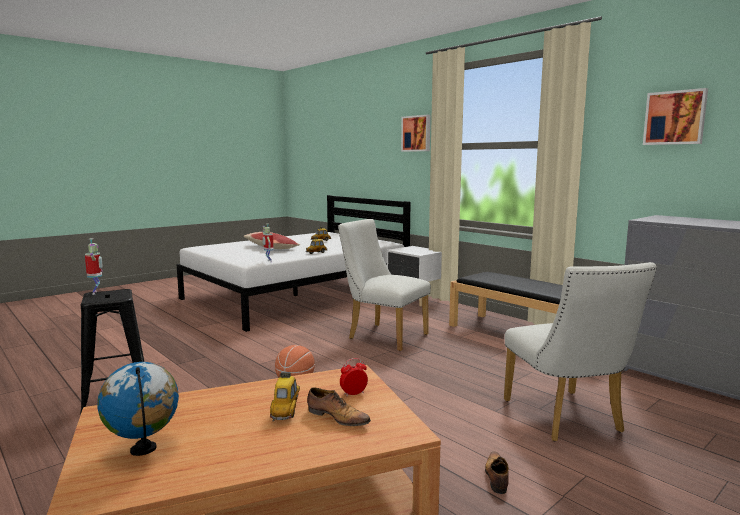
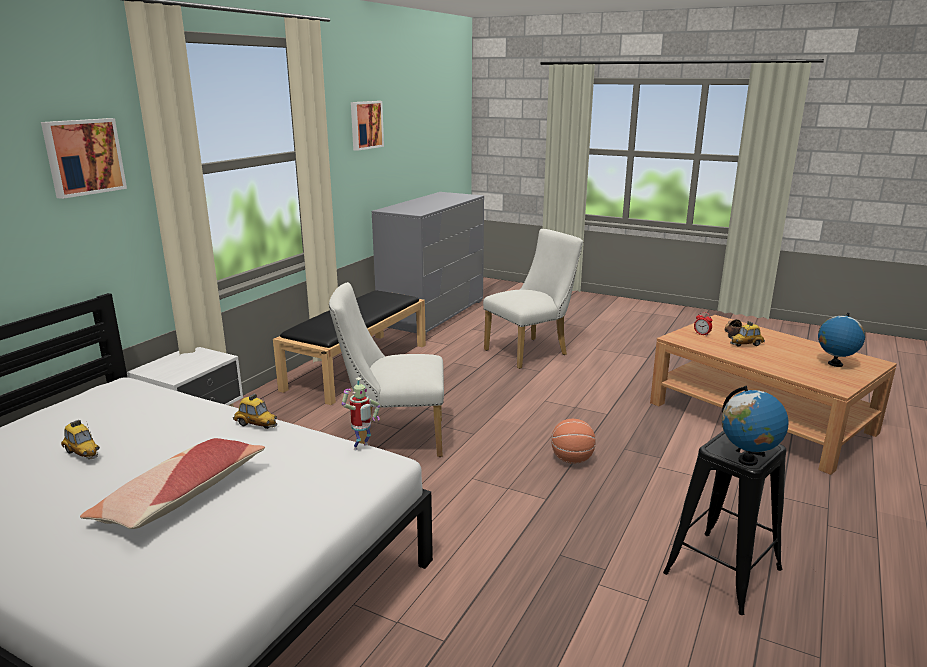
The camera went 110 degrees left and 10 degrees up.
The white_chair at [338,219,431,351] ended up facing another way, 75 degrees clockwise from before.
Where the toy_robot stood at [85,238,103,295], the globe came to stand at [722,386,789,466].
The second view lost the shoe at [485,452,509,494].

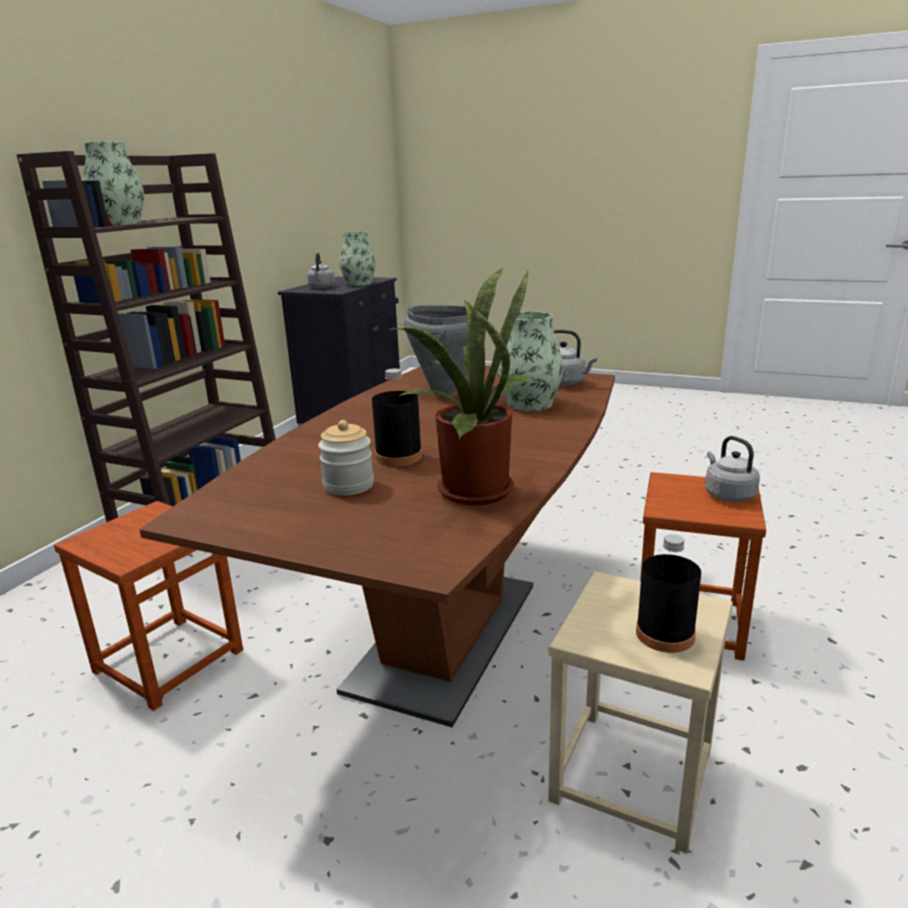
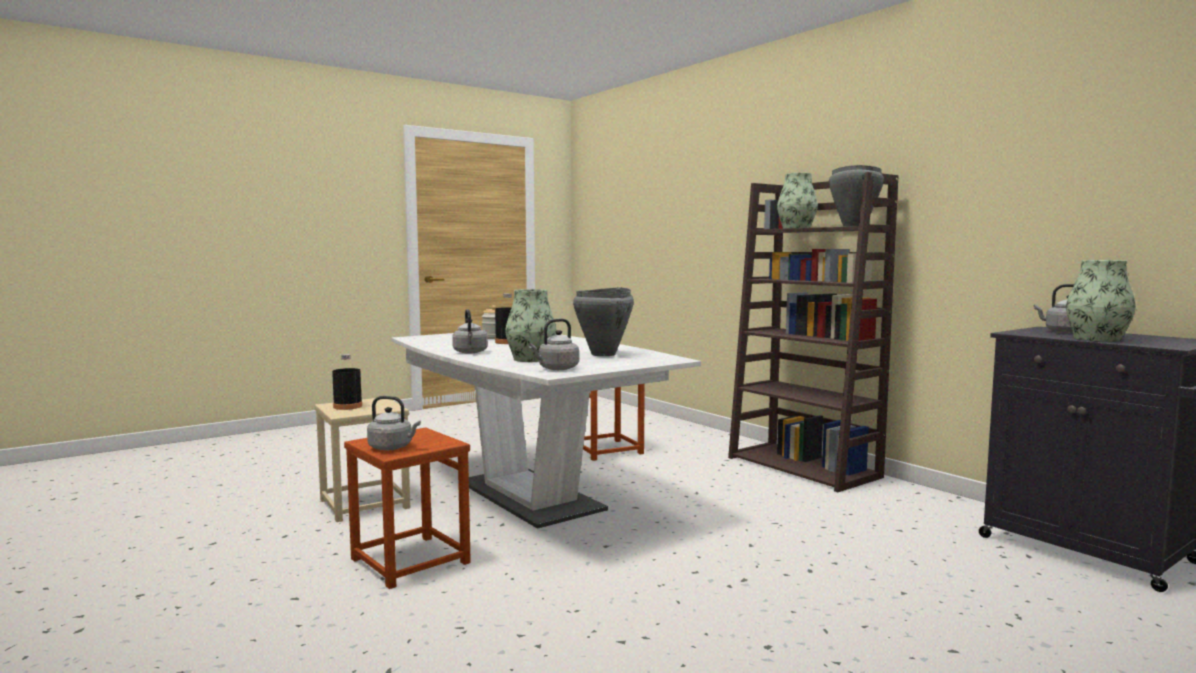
The camera went 120 degrees right and 15 degrees down.
The second view lost the potted_plant at [389,268,533,506].
What was the brown_dining_table at [139,365,615,727] turned into the white_dining_table at [391,333,701,529].
The second view gained the grey_cooking_pot at [829,165,884,227].
The second view gained the grey_kettle at [452,309,488,353].

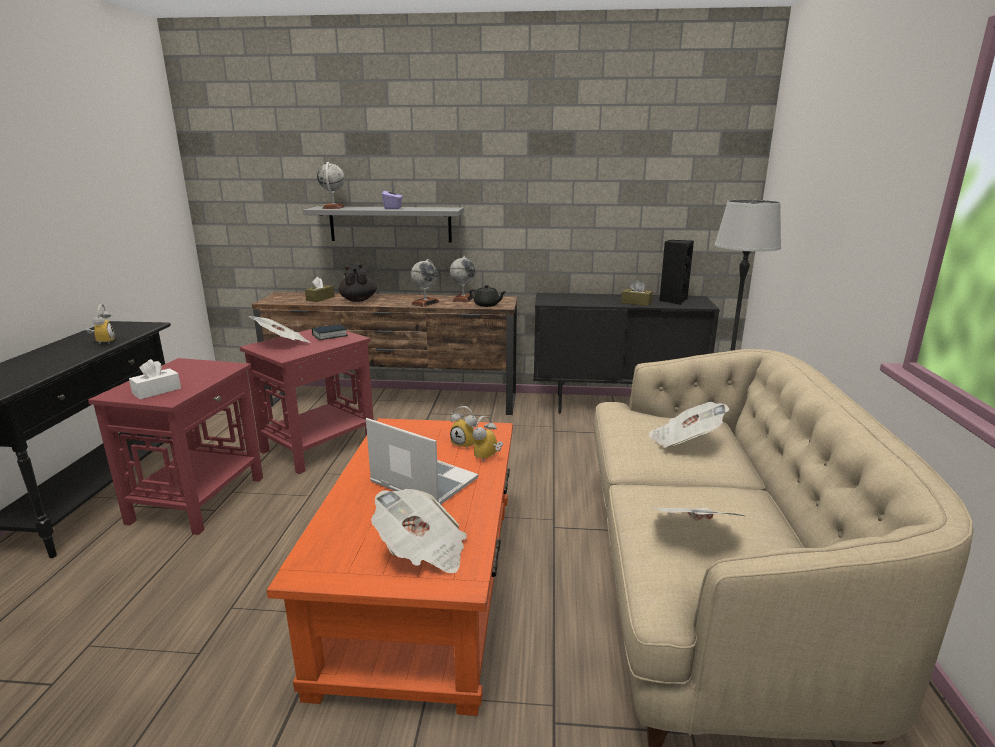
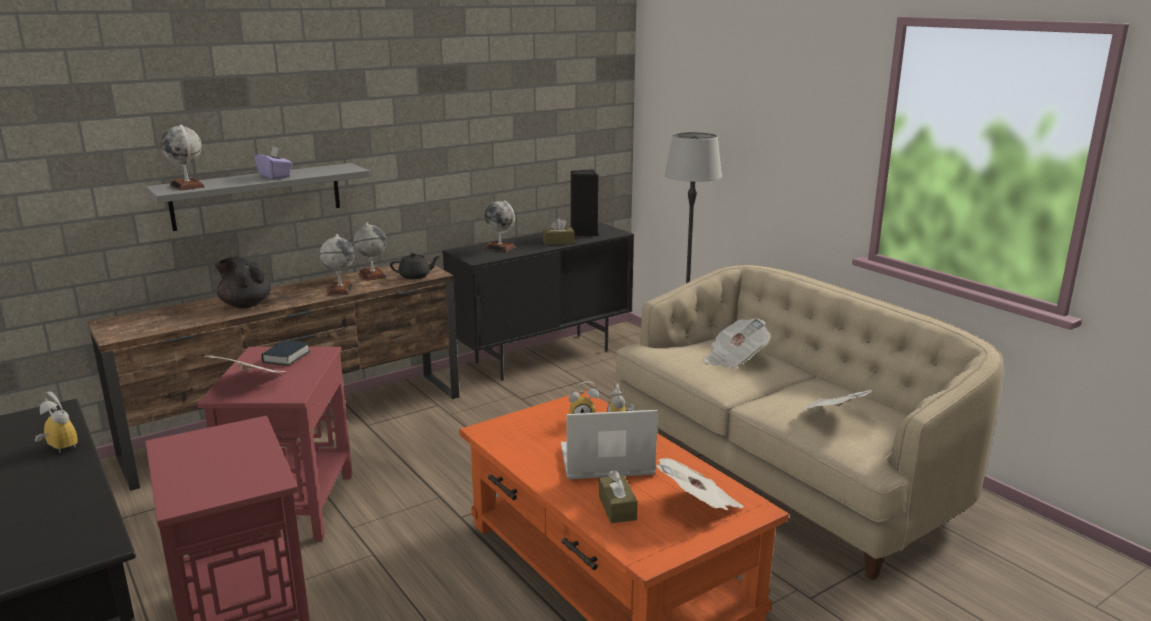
The camera went 40 degrees left and 0 degrees up.
The brown_tissue_box ended up elsewhere, having gone from [305,277,334,302] to [599,470,637,523].
The second view lost the white_tissue_box at [129,359,181,399].
The second view gained the globe at [484,201,516,252].

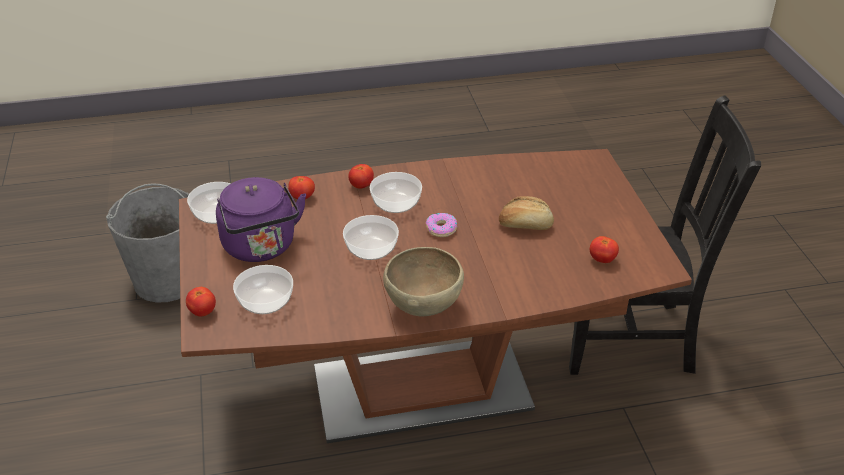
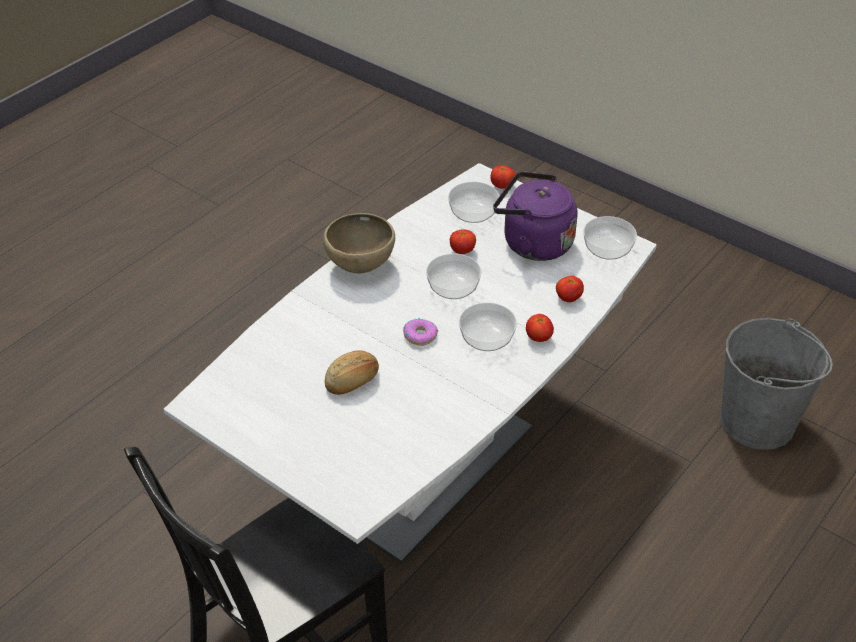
The camera went 140 degrees right and 5 degrees up.
What was the brown_dining_table at [179,149,692,443] turned into the white_dining_table at [164,163,657,564].
The tomato ended up elsewhere, having gone from [590,236,619,263] to [450,229,476,254].

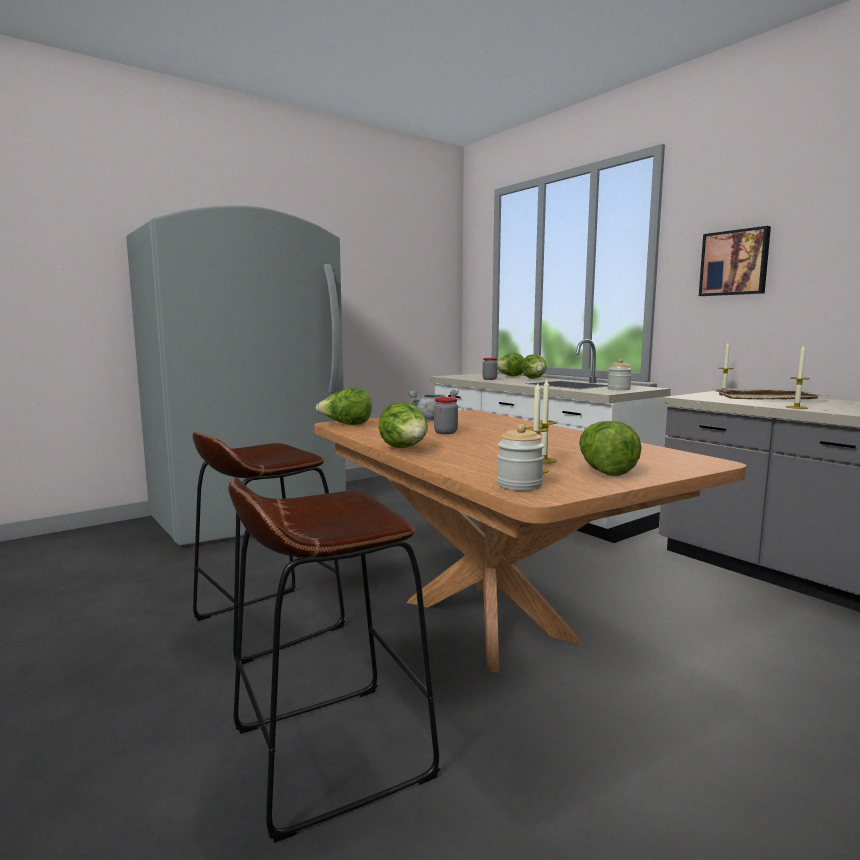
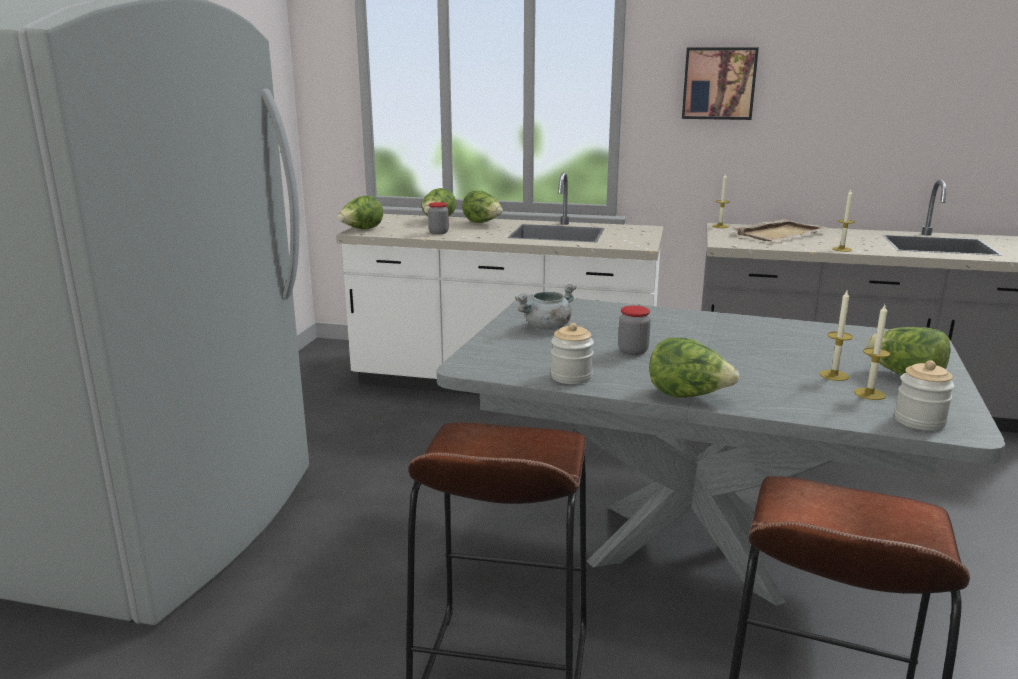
The camera went 40 degrees left and 10 degrees up.
The jar ended up elsewhere, having gone from [608,359,632,390] to [551,323,594,384].
The lettuce ended up elsewhere, having gone from [316,388,372,425] to [337,196,383,229].
What was the brown_dining_table at [314,410,746,673] turned into the grey_dining_table at [436,295,1005,606].

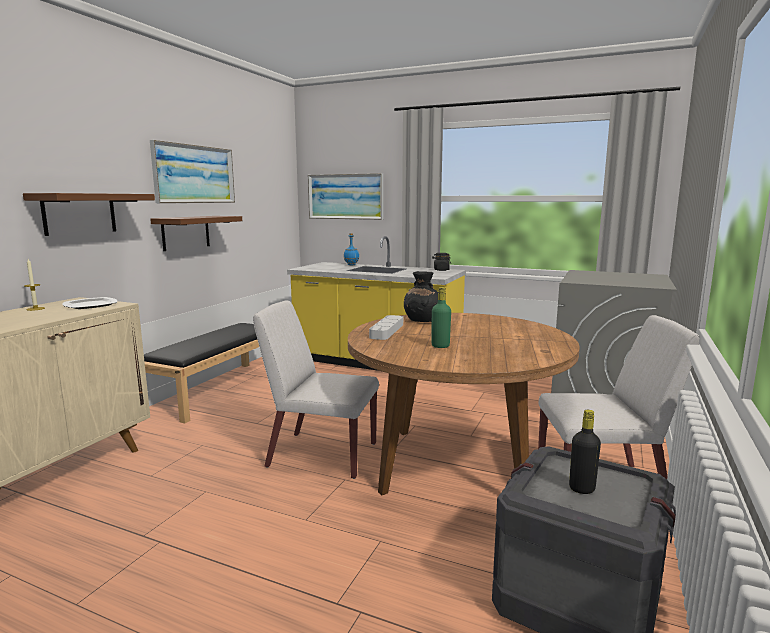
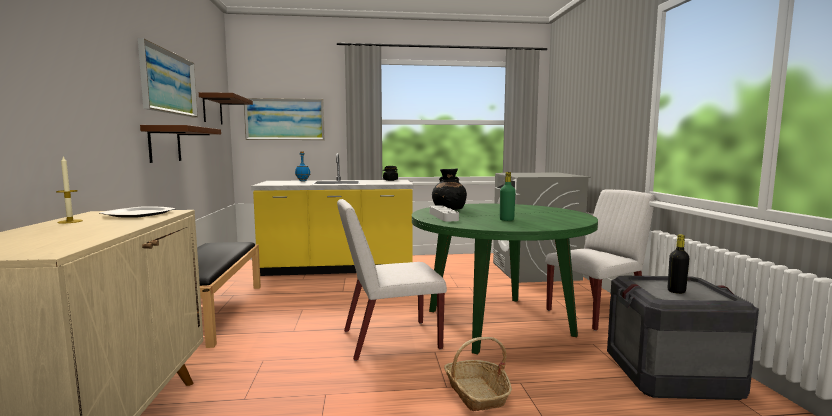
The camera went 30 degrees left and 5 degrees down.
The brown_shelf ended up elsewhere, having gone from [23,193,155,236] to [199,92,253,125].
What was the brown_dining_table at [348,313,580,495] turned into the green_dining_table at [412,204,598,354].
The second view gained the basket at [444,337,512,411].

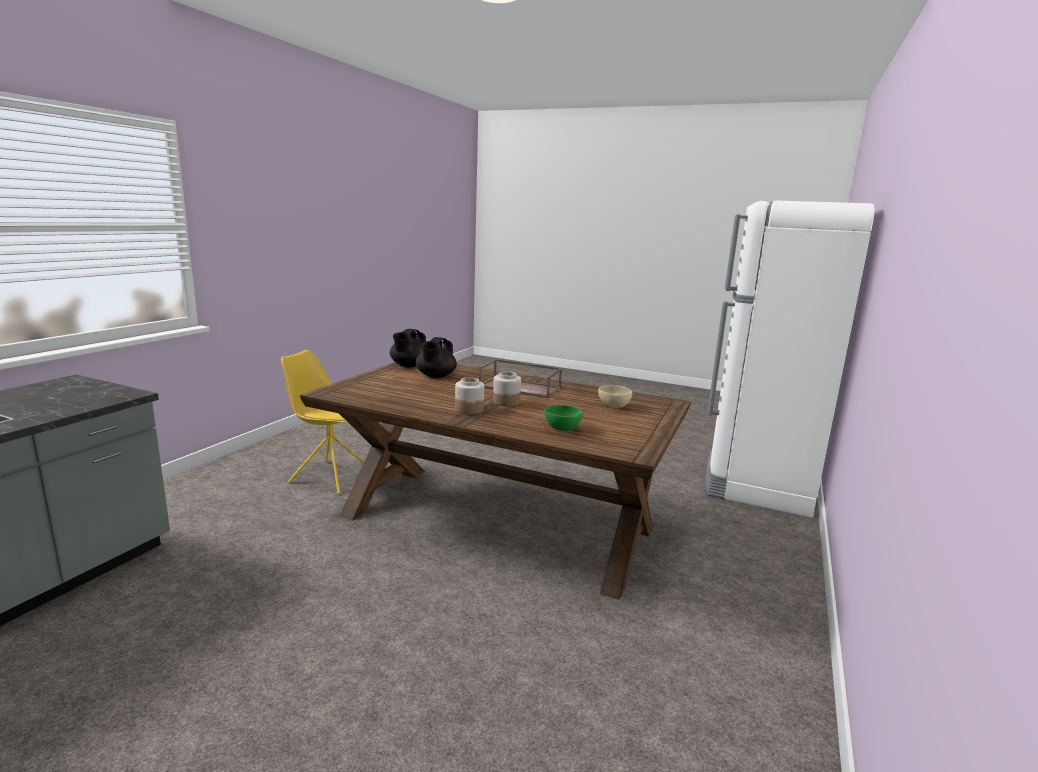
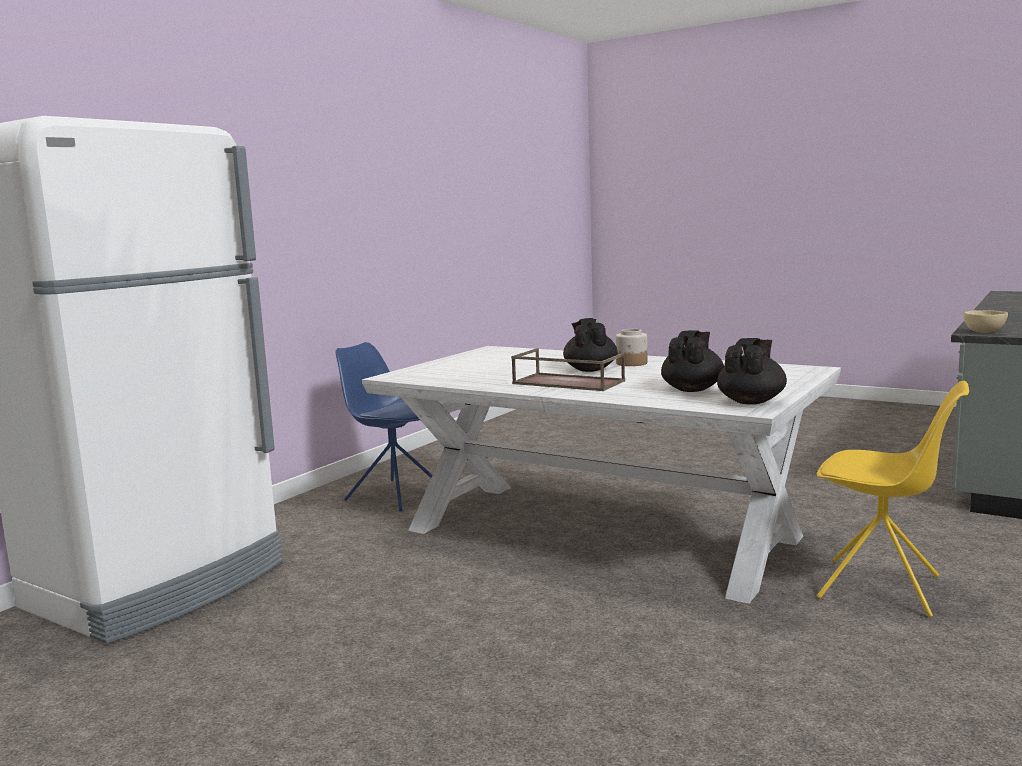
The camera went 170 degrees left and 5 degrees down.
What was the brown_dining_table at [300,362,691,600] turned into the white_dining_table at [362,346,841,604].
Where the jar stood at [493,371,521,406], the black_teapot came to stand at [563,318,618,372].
The beige_bowl ended up elsewhere, having gone from [598,385,632,408] to [963,310,1008,333].
The second view lost the green_bowl at [544,405,582,431].
The second view gained the blue_chair at [335,342,432,512].

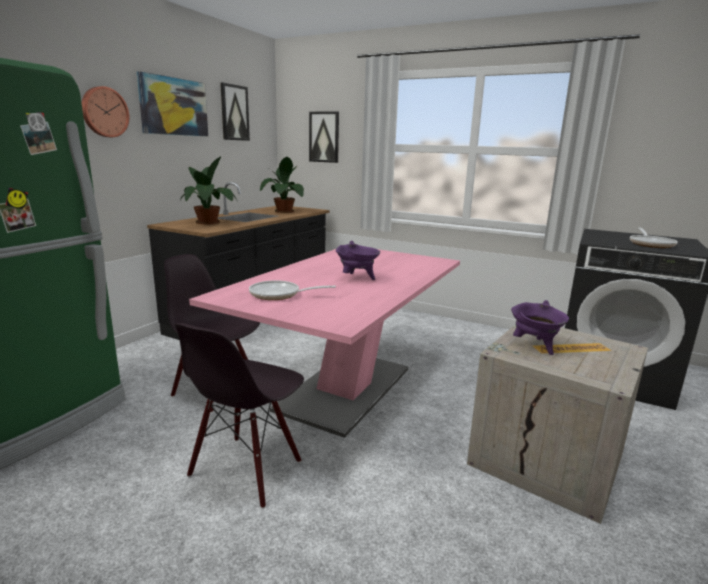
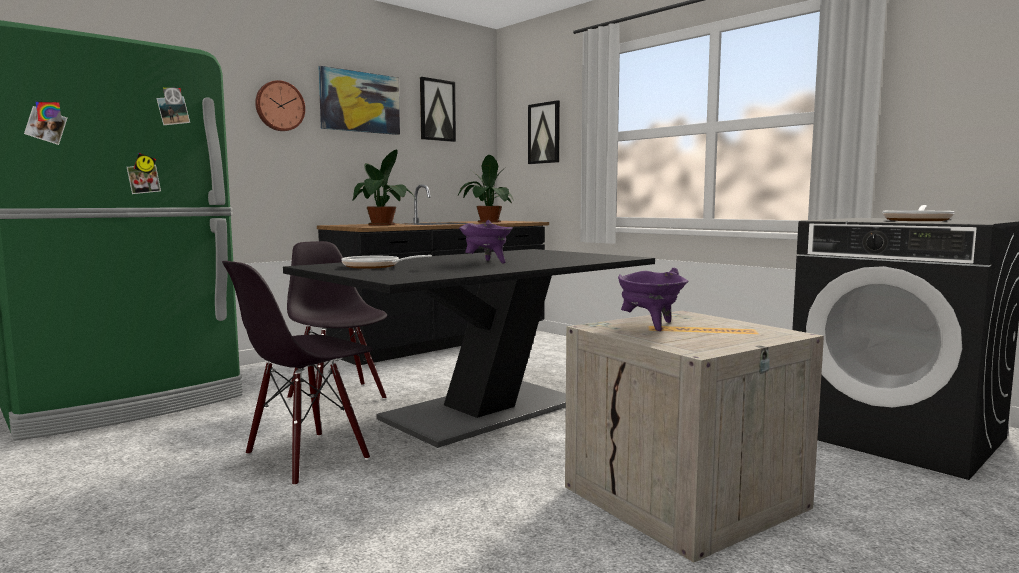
The camera went 20 degrees right and 10 degrees down.
What was the pink_dining_table at [189,249,460,438] turned into the black_dining_table at [283,249,655,448].

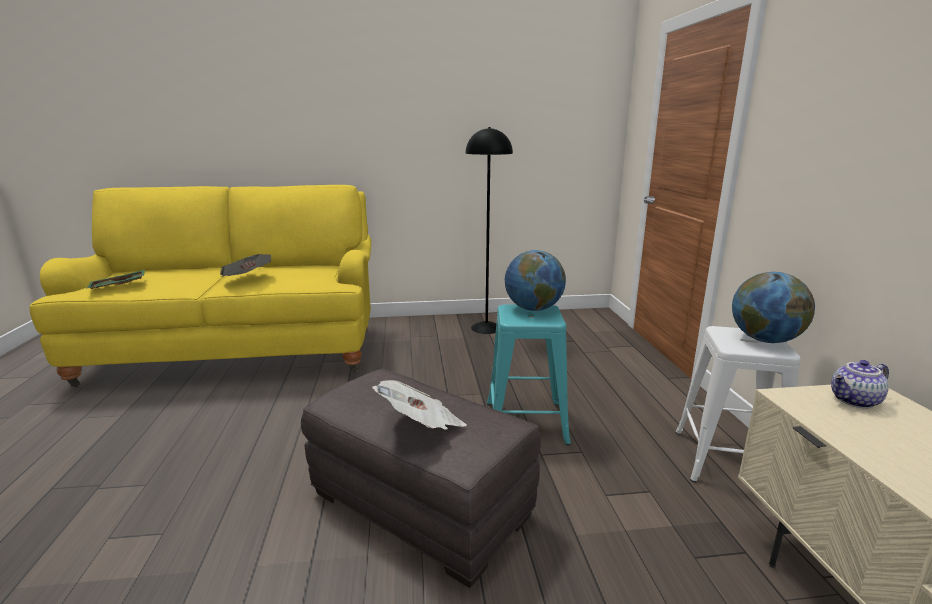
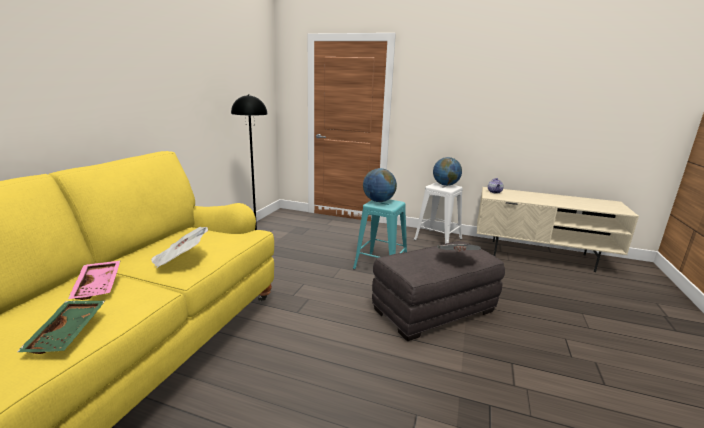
The camera went 65 degrees left and 0 degrees up.
The second view gained the pink_tray at [68,260,121,300].

